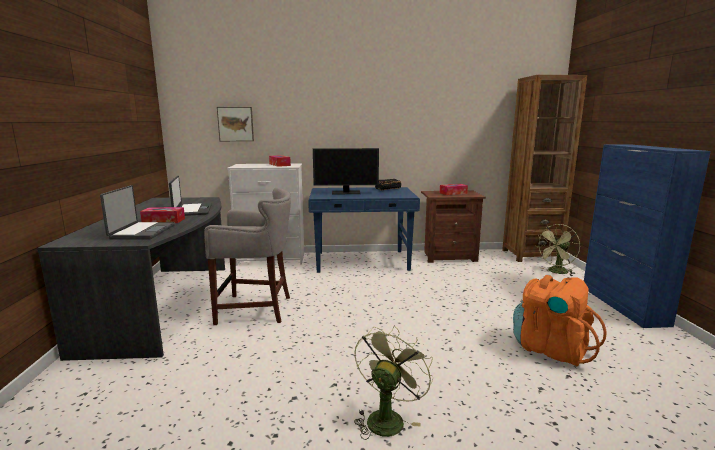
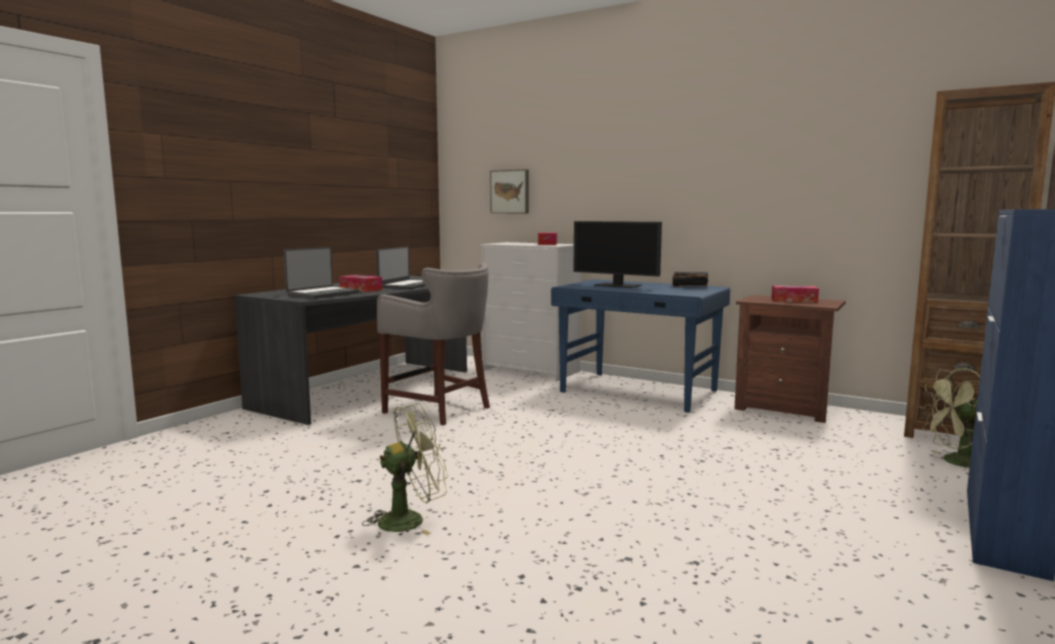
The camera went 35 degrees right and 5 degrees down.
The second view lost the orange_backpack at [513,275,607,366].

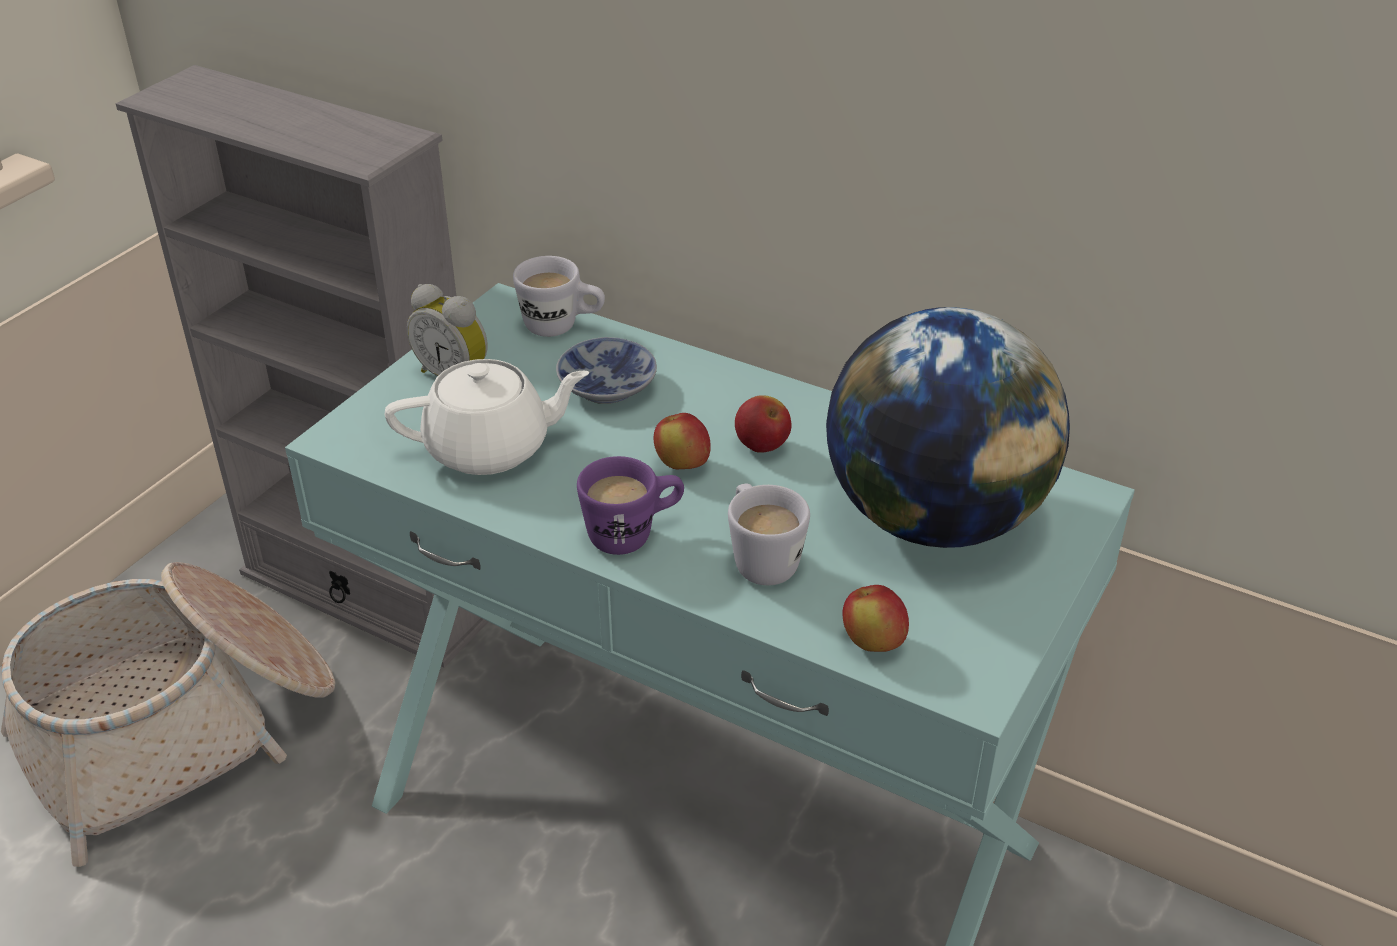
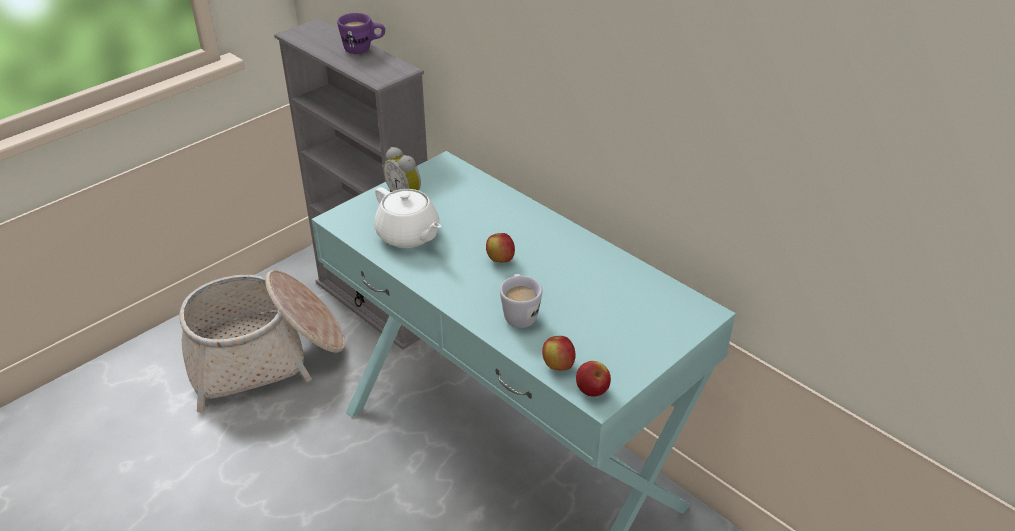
The camera went 15 degrees right and 0 degrees up.
The second view lost the white_mug at [513,256,605,337].
The second view lost the globe at [826,307,1070,548].
The second view lost the bowl at [556,337,657,404].
The white_teapot at [384,359,589,475] ended up facing another way, 45 degrees clockwise from before.
The apple ended up elsewhere, having gone from [735,395,791,453] to [576,361,611,397].
The purple_mug ended up elsewhere, having gone from [577,456,684,555] to [337,13,385,54].

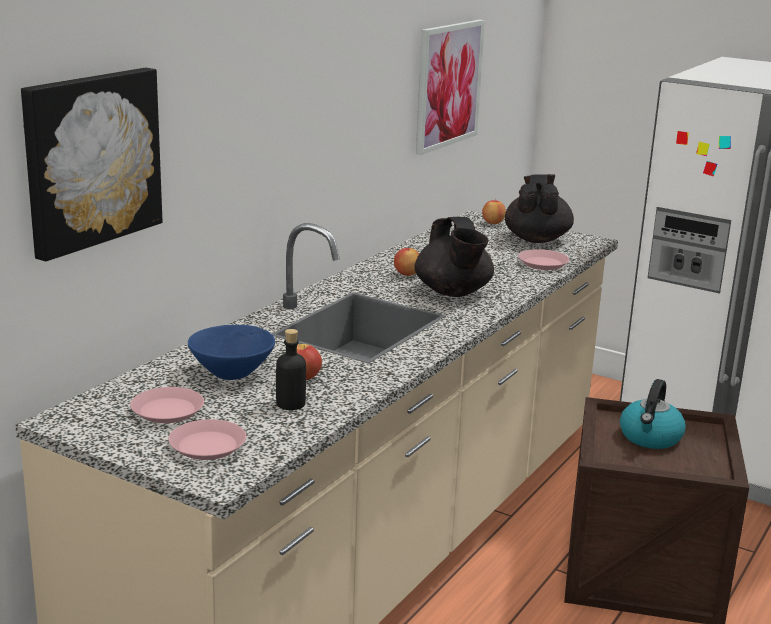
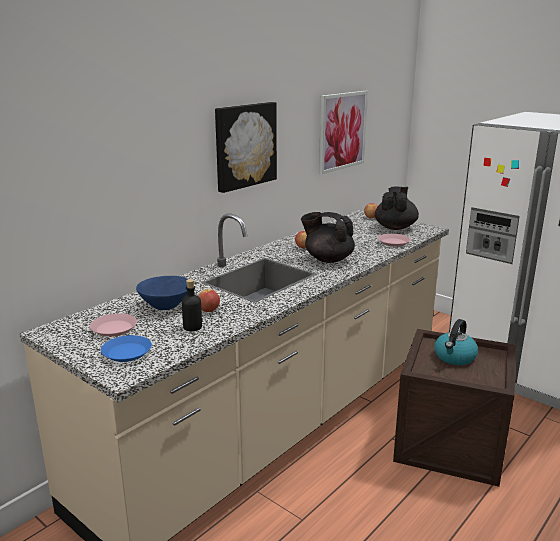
The camera went 10 degrees right and 0 degrees up.
The picture ended up elsewhere, having gone from [21,68,162,261] to [215,102,277,193].
The black_teapot at [415,217,494,297] ended up facing another way, 120 degrees clockwise from before.
What was the pink_plate at [168,419,246,460] turned into the blue_plate at [101,335,152,362].

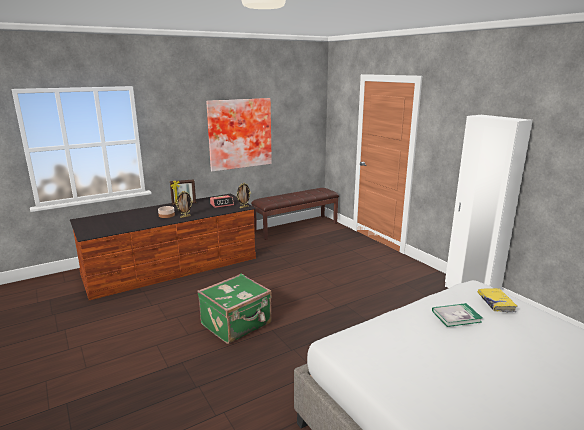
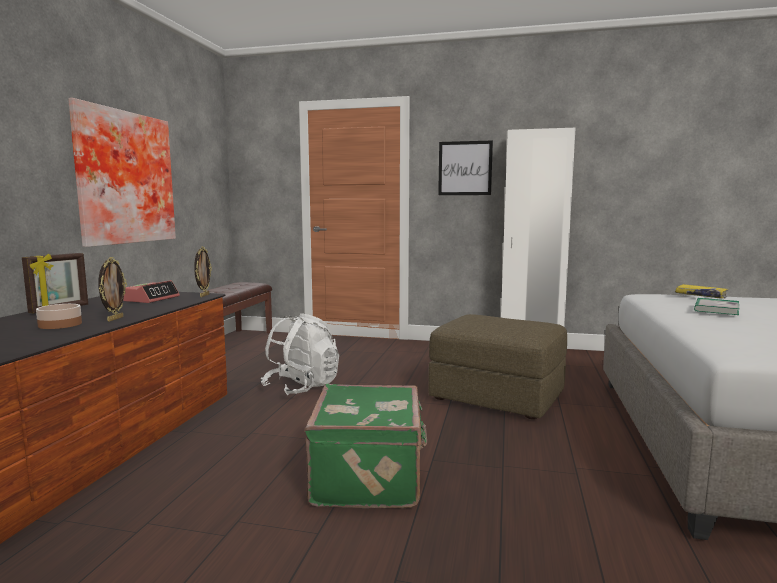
The camera went 45 degrees left and 10 degrees down.
The second view gained the picture at [438,140,493,195].
The second view gained the white_backpack at [261,313,339,395].
The second view gained the brown_ottoman at [428,314,567,419].

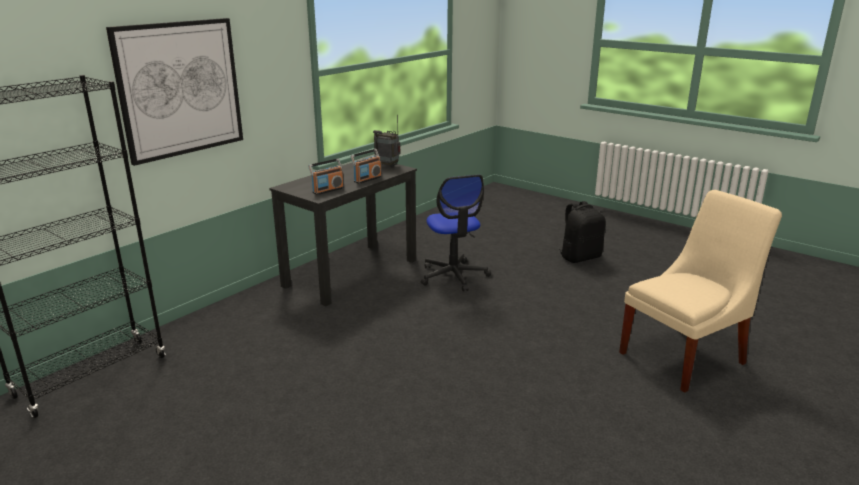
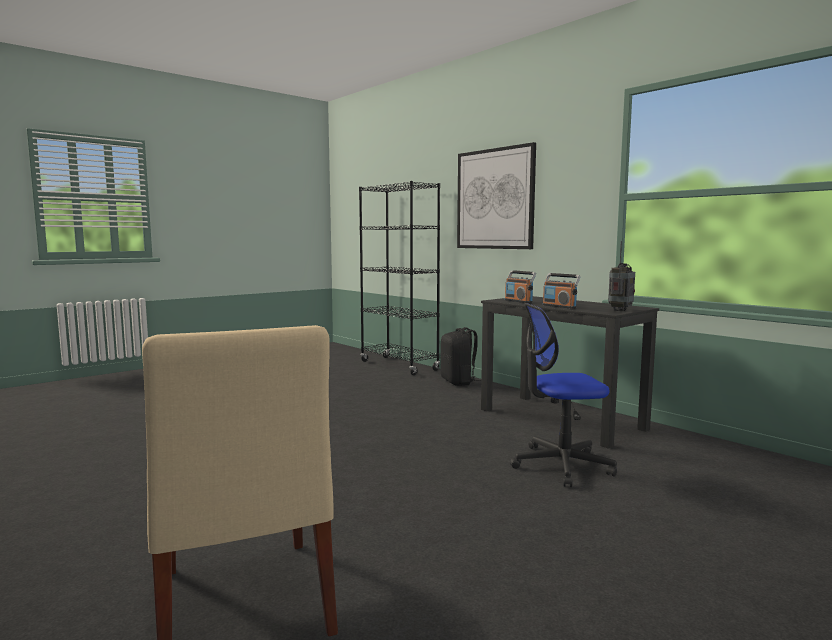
The camera went 100 degrees right and 15 degrees down.
The black_backpack ended up elsewhere, having gone from [559,201,606,263] to [440,327,481,386].

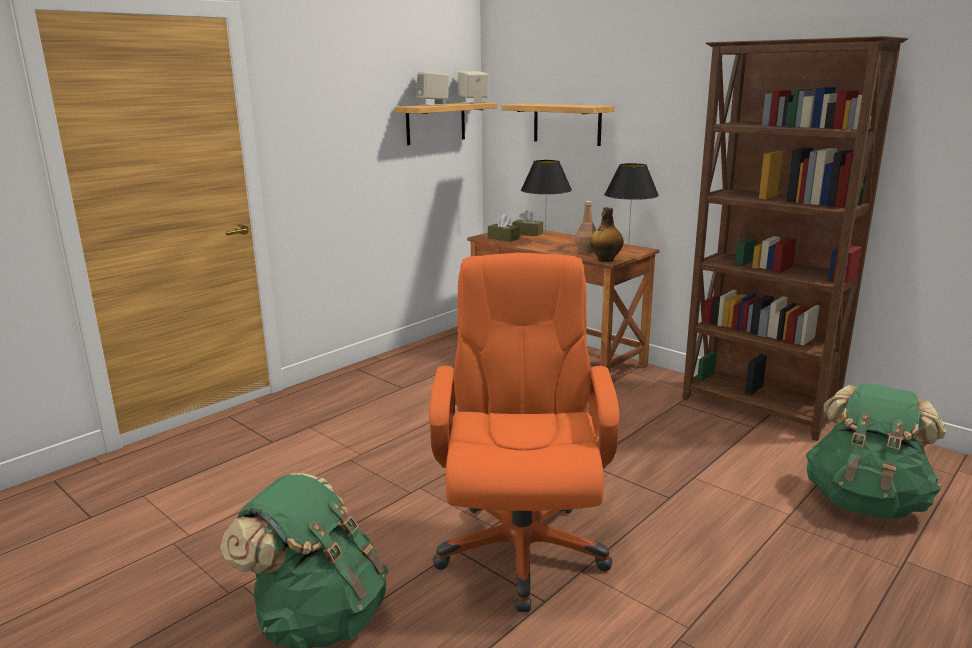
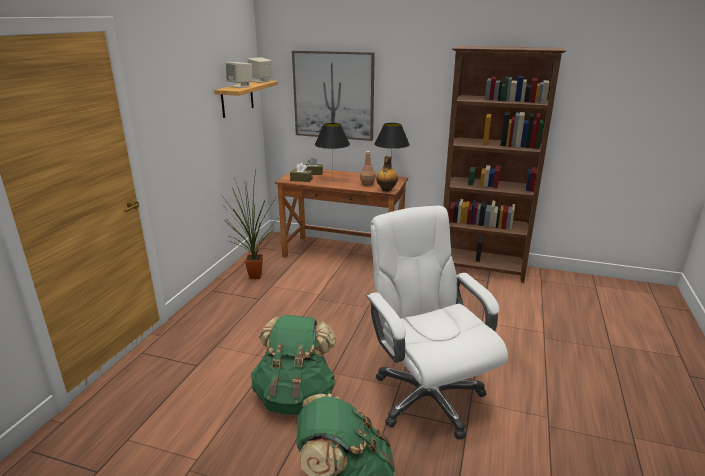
The camera went 25 degrees left and 5 degrees up.
Where the shelf hung at [502,103,615,146], the picture came to hang at [292,51,375,141].
What was the orange_office_chair at [429,253,620,612] turned into the white_office_chair at [366,206,508,440].
The green_backpack ended up elsewhere, having gone from [806,383,946,519] to [251,315,336,415].
The second view gained the potted_plant at [221,171,277,279].

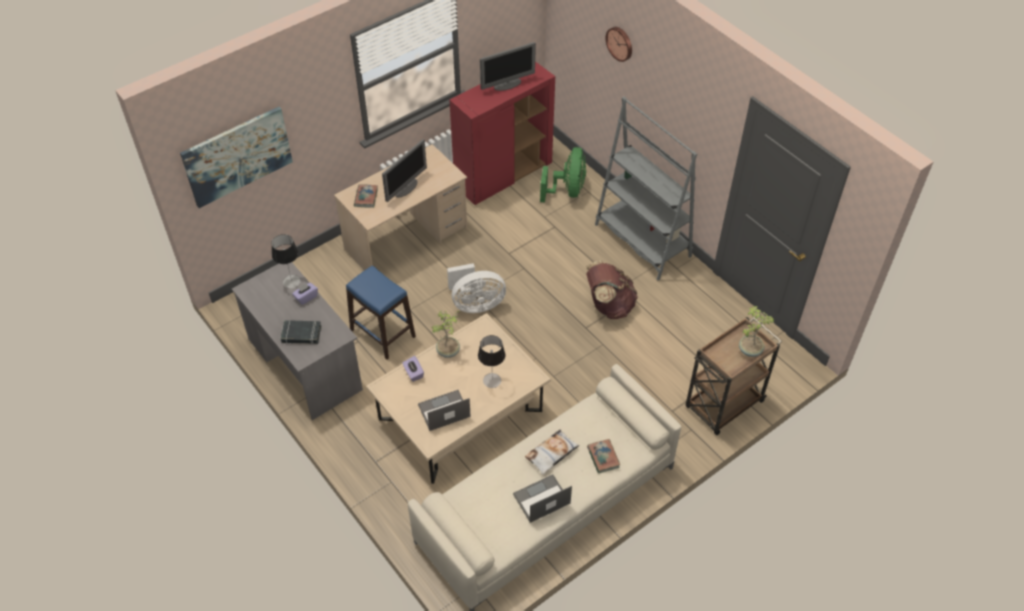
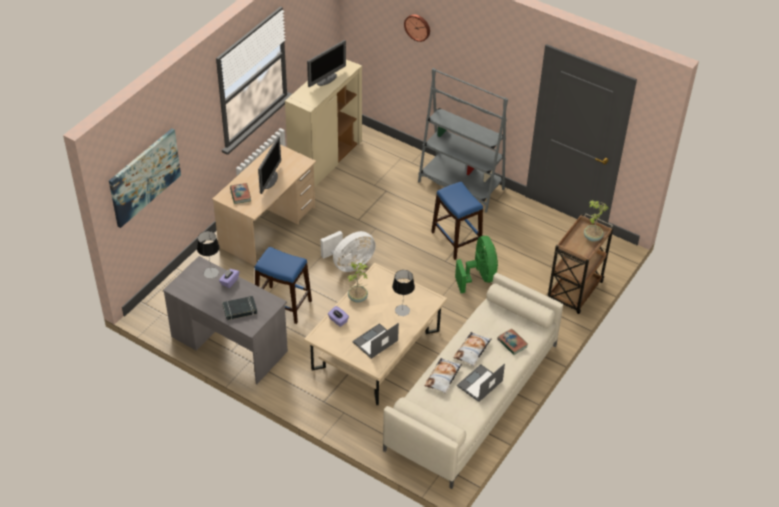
The camera went 20 degrees left and 5 degrees down.
What was the red_cabinet at [449,61,555,205] turned into the beige_cabinet at [285,60,362,187].
The green_fan ended up elsewhere, having gone from [540,147,586,203] to [455,236,498,293].
Where the brown_backpack stood at [586,260,638,319], the blue_stool came to stand at [431,182,483,260].
The second view gained the pillow at [424,358,462,394].

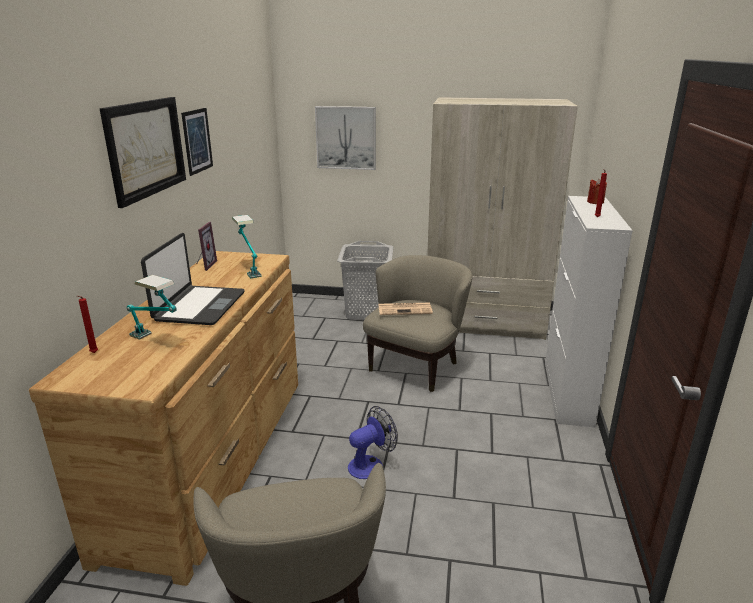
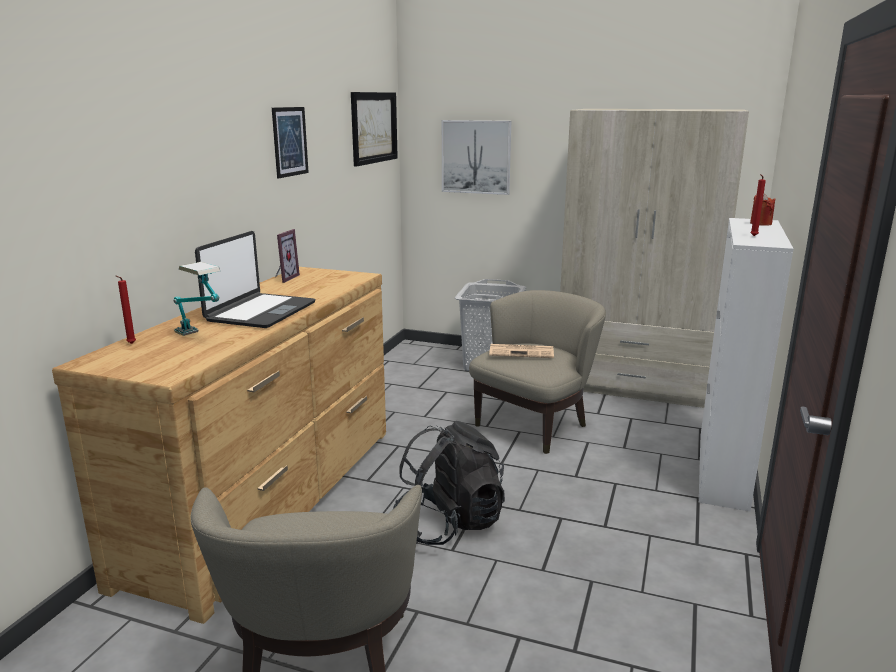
The camera went 10 degrees right and 5 degrees down.
The picture ended up elsewhere, having gone from [100,97,186,208] to [351,92,398,166].
The second view lost the table_lamp at [232,215,262,279].
Where the fan stood at [348,406,398,479], the black_backpack came to stand at [392,421,505,545].

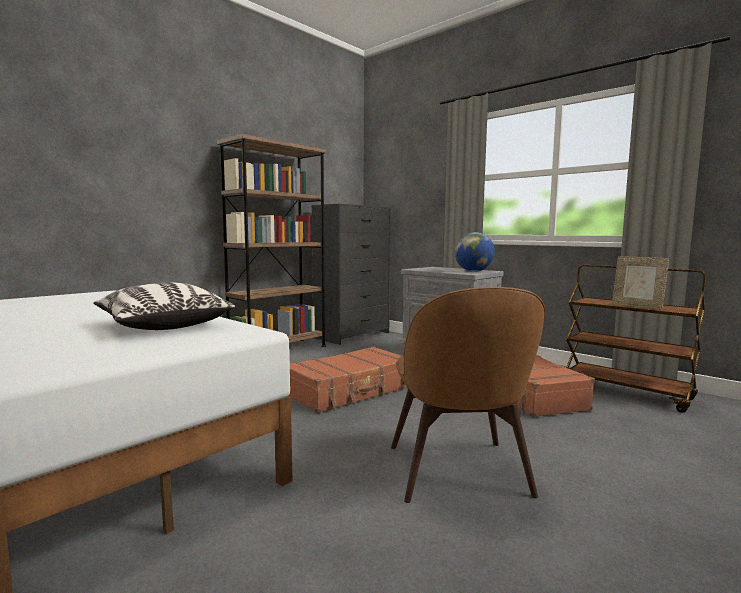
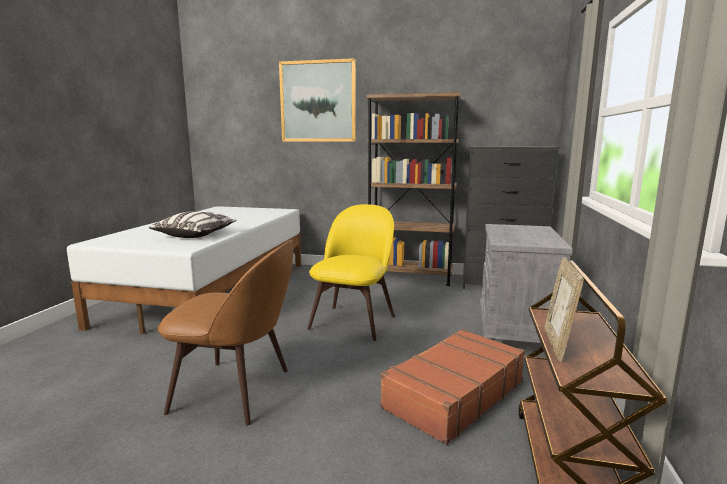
The camera went 60 degrees right and 5 degrees up.
The second view lost the globe at [455,232,495,272].
The brown_chair at [391,287,545,503] ended up facing another way, 135 degrees counterclockwise from before.
Where the brown_suitcase stood at [288,346,407,413], the yellow_chair came to stand at [307,204,395,341].
The second view gained the picture at [279,58,356,142].

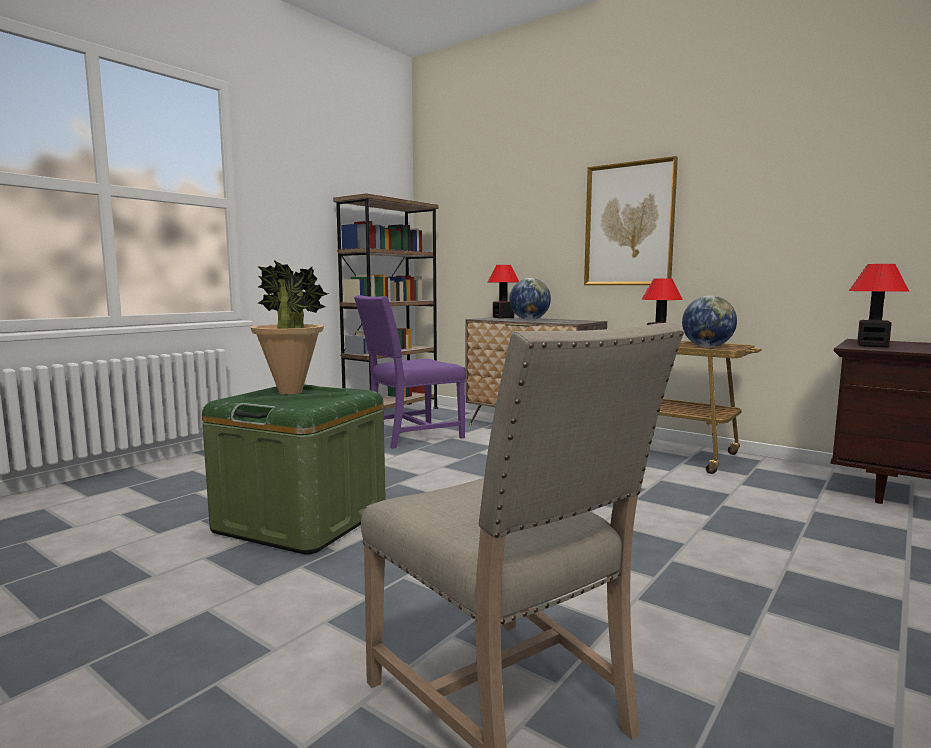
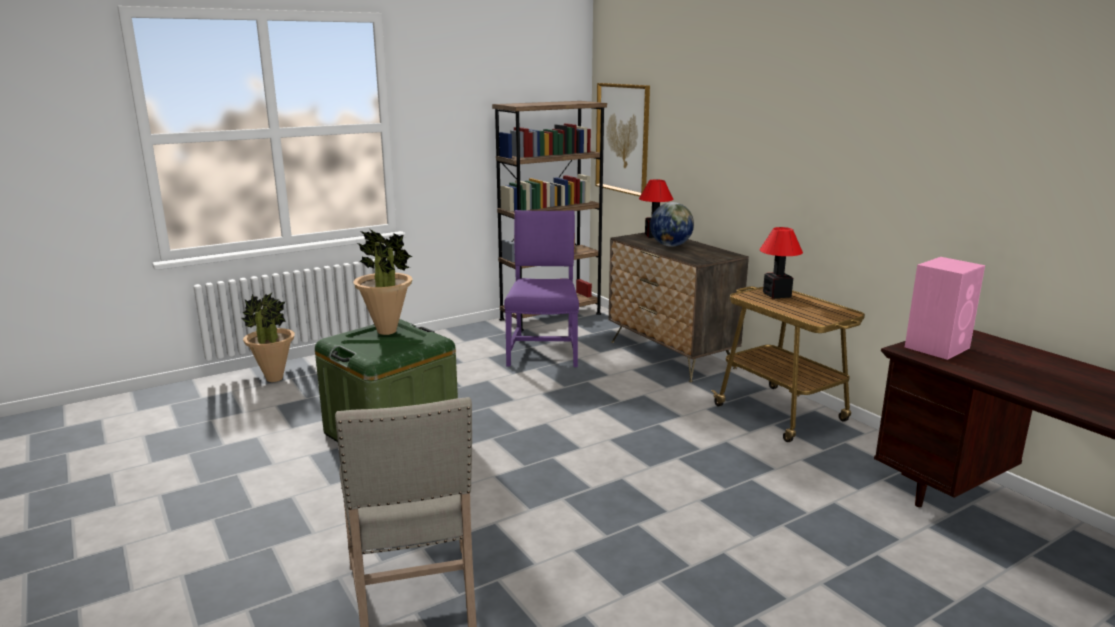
The camera went 20 degrees right and 10 degrees up.
The picture ended up elsewhere, having gone from [584,156,678,285] to [596,83,650,197].
Where the table_lamp stood at [849,264,909,347], the pink_speaker came to stand at [905,257,985,360].
The purple_chair at [354,295,466,449] ended up facing another way, 105 degrees clockwise from before.
The second view lost the globe at [682,296,737,347].
The second view gained the potted_plant at [242,293,295,382].

